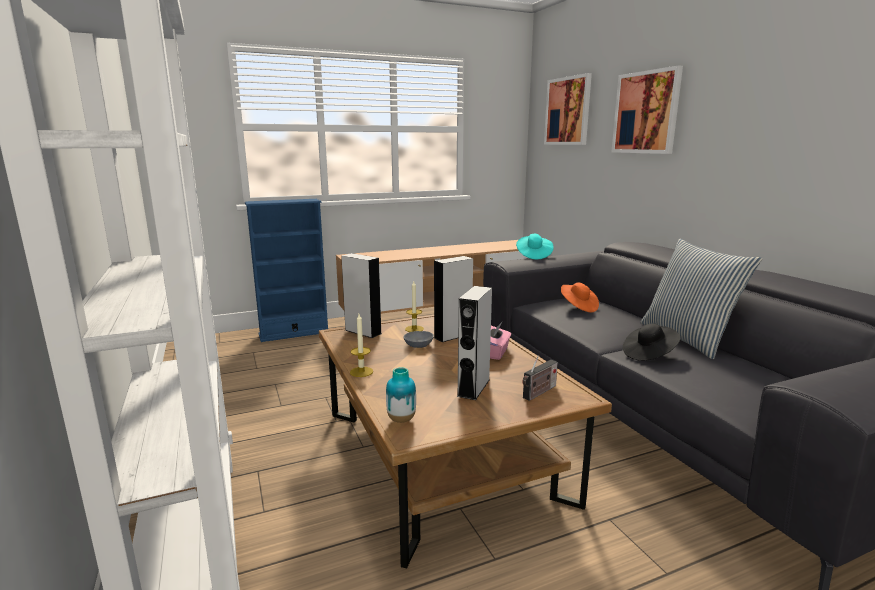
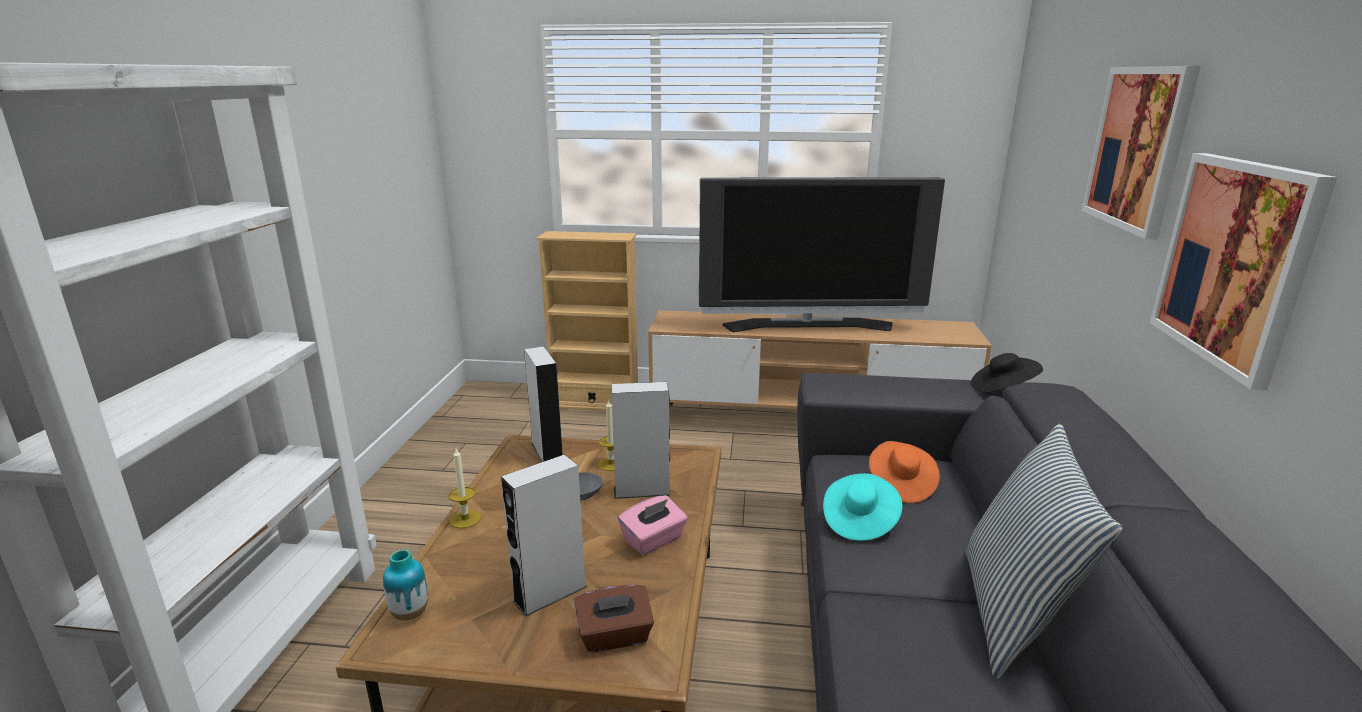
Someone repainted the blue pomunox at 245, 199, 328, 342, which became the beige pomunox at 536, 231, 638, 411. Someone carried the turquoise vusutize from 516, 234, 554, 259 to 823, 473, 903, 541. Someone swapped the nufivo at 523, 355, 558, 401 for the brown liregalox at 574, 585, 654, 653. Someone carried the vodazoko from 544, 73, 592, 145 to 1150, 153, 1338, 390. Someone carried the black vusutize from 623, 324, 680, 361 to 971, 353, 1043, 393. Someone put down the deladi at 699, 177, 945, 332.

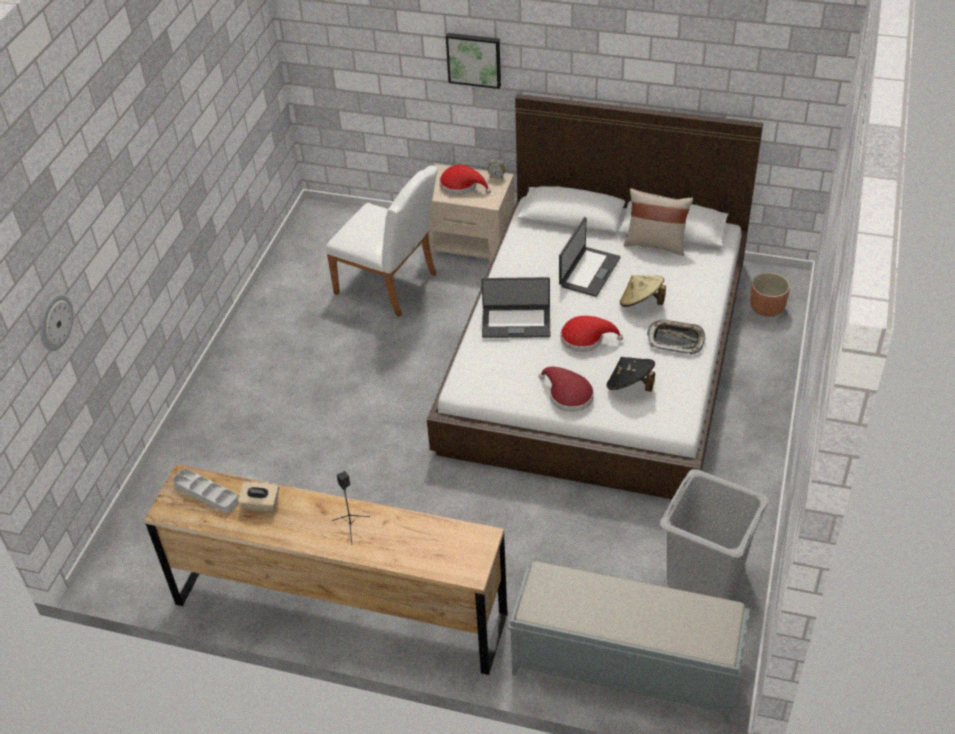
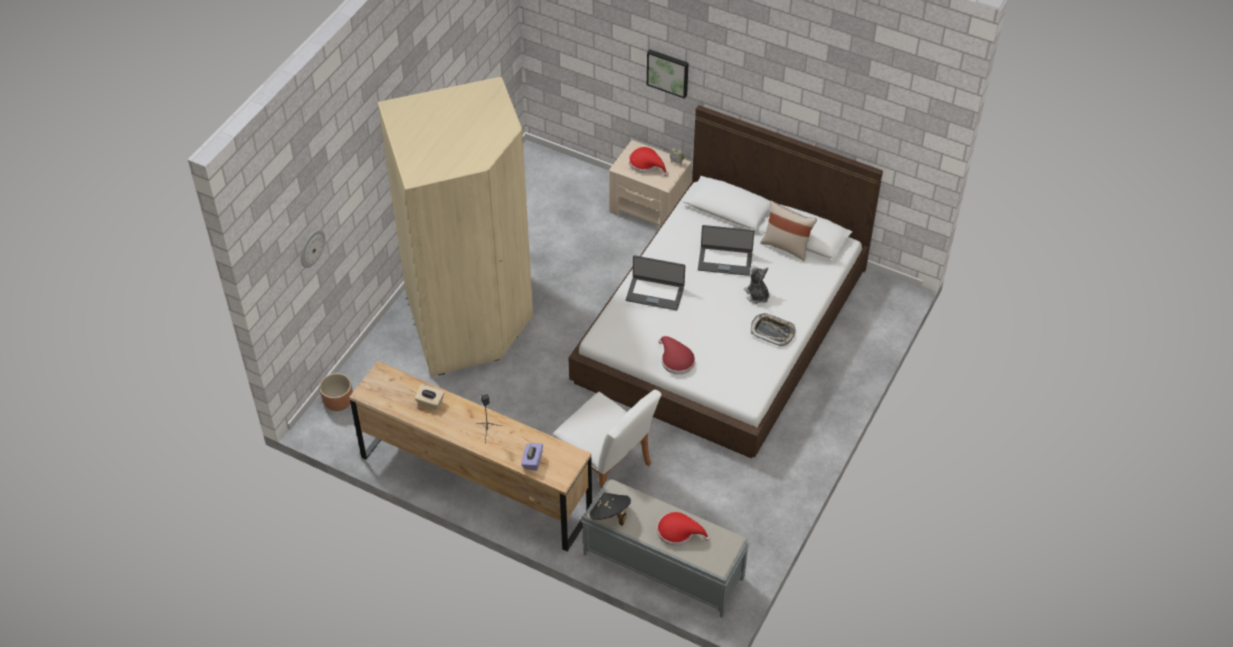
Someone took away the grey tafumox at 173, 469, 238, 513. Someone carried the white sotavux from 326, 165, 438, 317 to 552, 389, 662, 489. Someone rotated the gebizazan at 559, 217, 621, 297 by 60 degrees clockwise. Someone carried the red vusutize from 561, 316, 623, 352 to 657, 512, 710, 546. Someone carried the black vusutize from 607, 357, 655, 392 to 589, 493, 631, 526. Someone swapped the beige vusutize at 620, 275, 666, 307 for the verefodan at 744, 266, 769, 304. Someone took away the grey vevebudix at 660, 469, 770, 599. Someone carried the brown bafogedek from 750, 272, 790, 317 to 319, 373, 353, 411. Someone put down the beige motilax at 378, 77, 533, 376. Someone put down the purple liregalox at 521, 443, 543, 471.

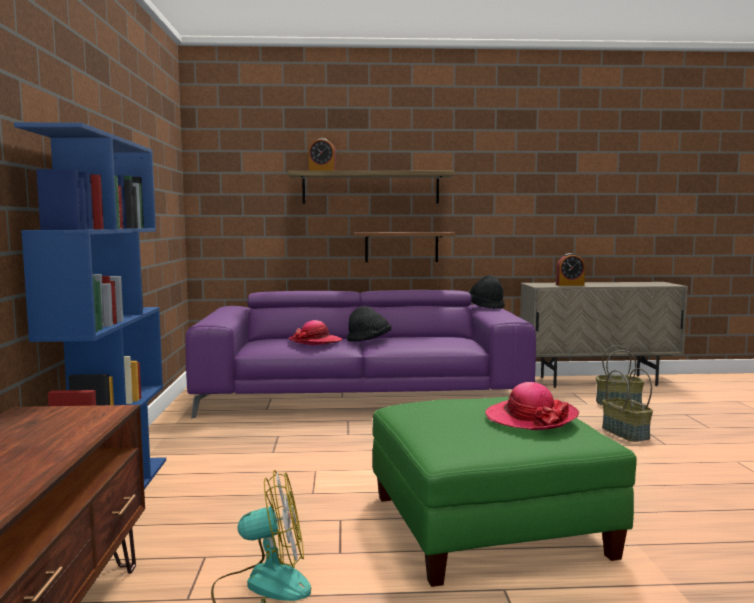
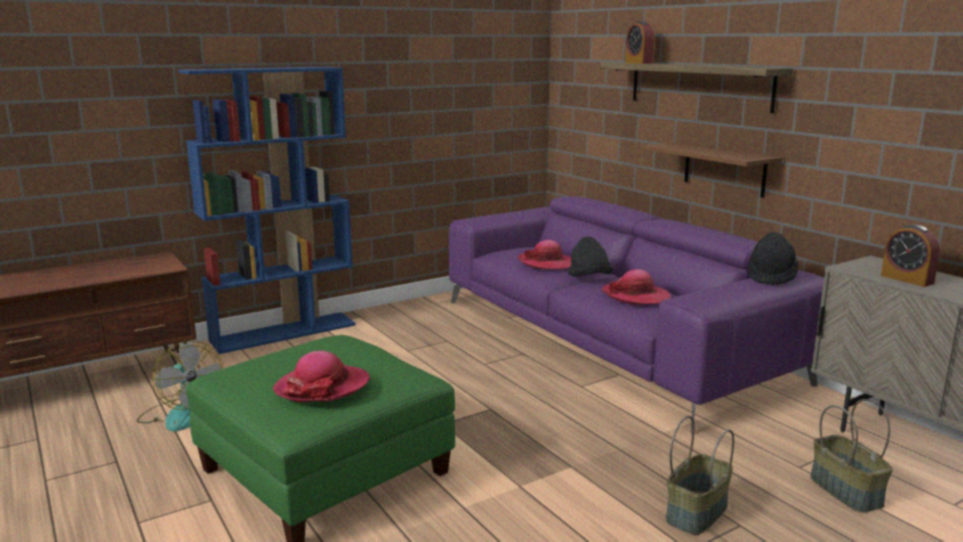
Someone put down the vusutize at 602, 269, 671, 305.

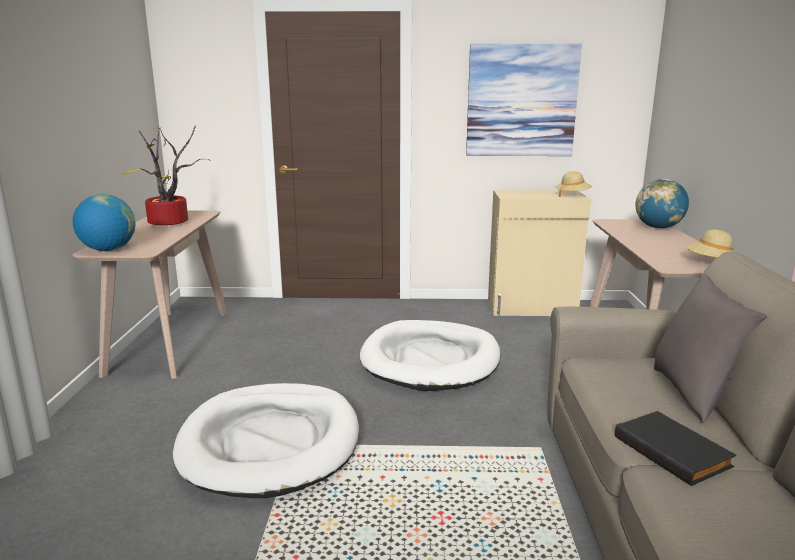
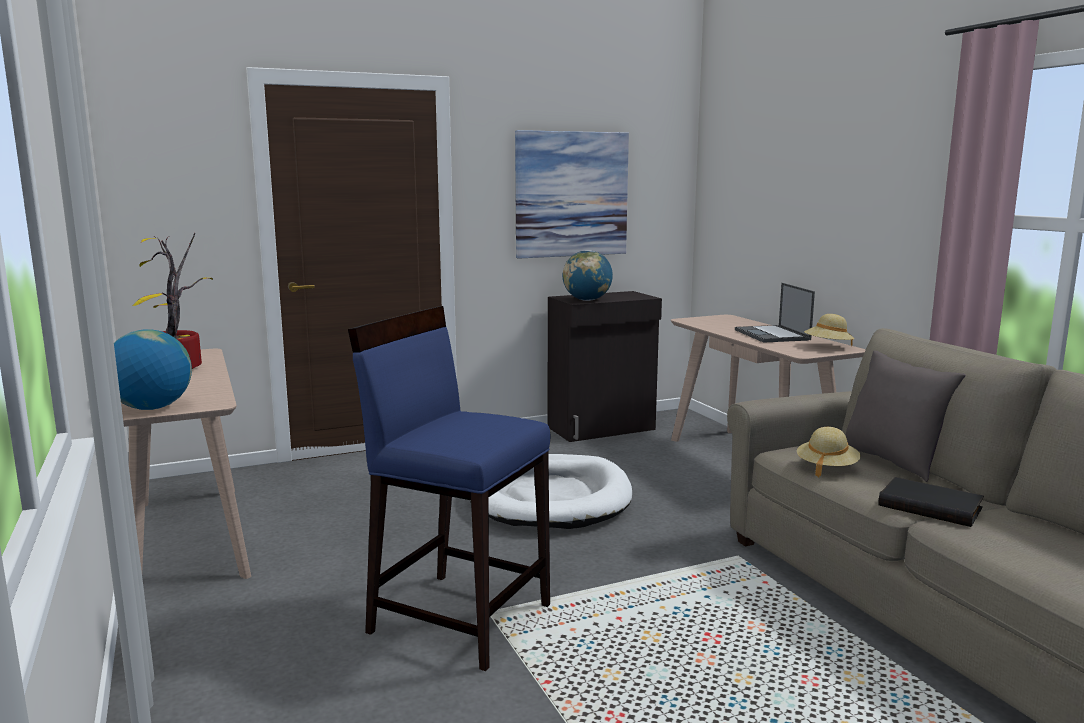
Someone swapped the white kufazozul at 173, 383, 359, 498 for the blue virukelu at 348, 306, 550, 671. Someone repainted the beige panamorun at 488, 190, 591, 316, which became the black panamorun at 548, 291, 662, 442. Someone carried the beige vusutize from 555, 171, 592, 197 to 797, 427, 861, 477. Someone carried the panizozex from 635, 179, 689, 229 to 563, 250, 613, 301. Someone put down the gebizazan at 735, 283, 815, 343.

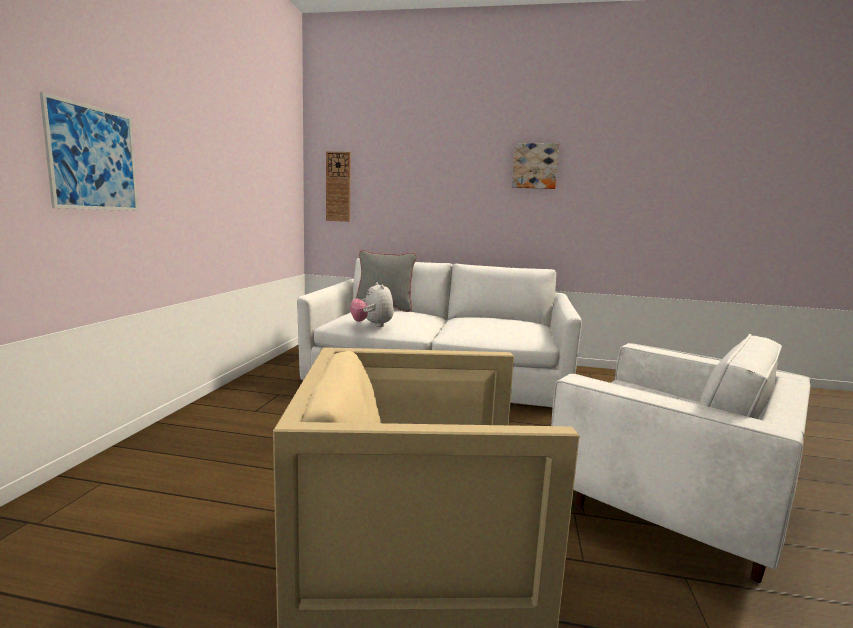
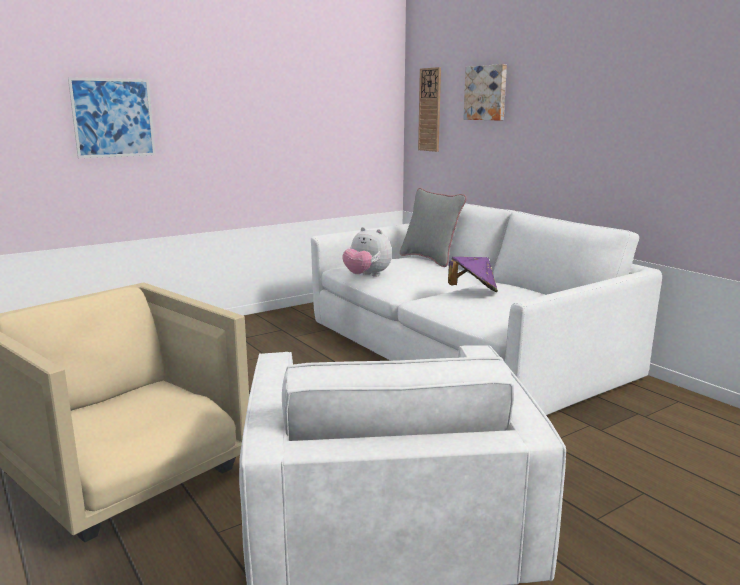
Someone rotated the verefodan at 350, 282, 394, 327 by 75 degrees counterclockwise. Someone carried the vodazoko from 512, 143, 559, 189 to 463, 64, 507, 121. Someone put down the purple vusutize at 448, 257, 498, 292.

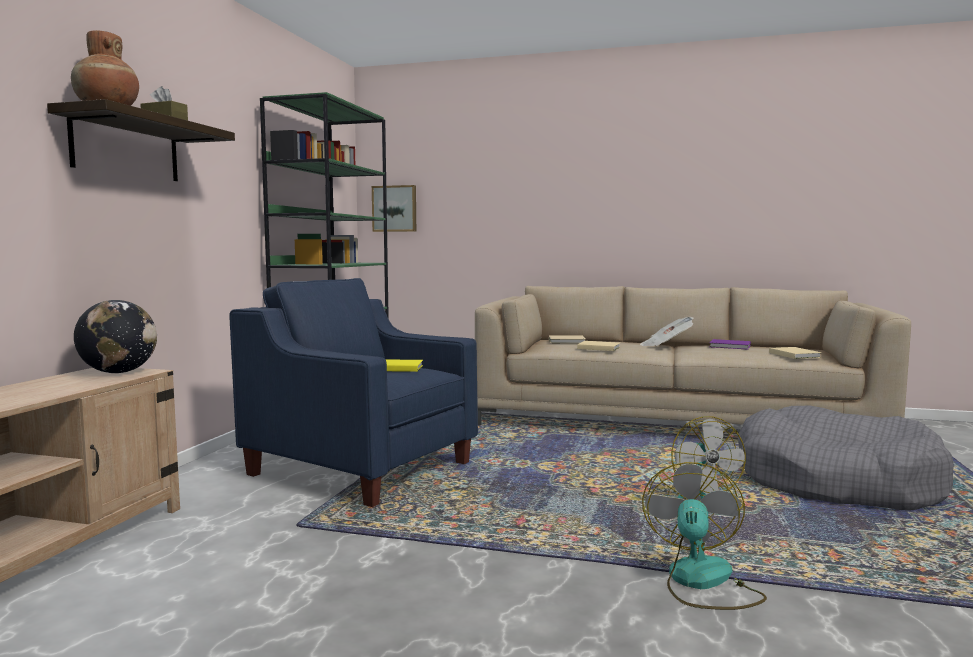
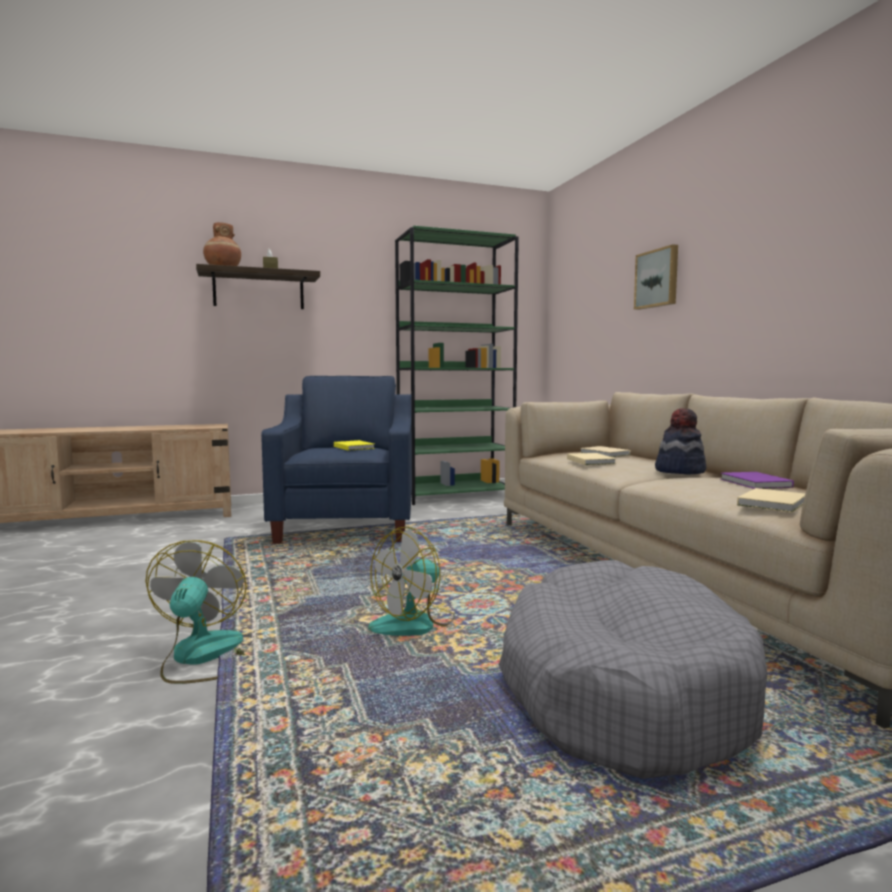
Someone took away the panizozex at 74, 300, 157, 373. Someone carried the vodazoko from 372, 185, 416, 232 to 634, 244, 678, 310. Someone swapped the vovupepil at 640, 317, 694, 346 for the vusutize at 655, 408, 706, 474. Someone rotated the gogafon at 642, 462, 767, 610 by 75 degrees counterclockwise.

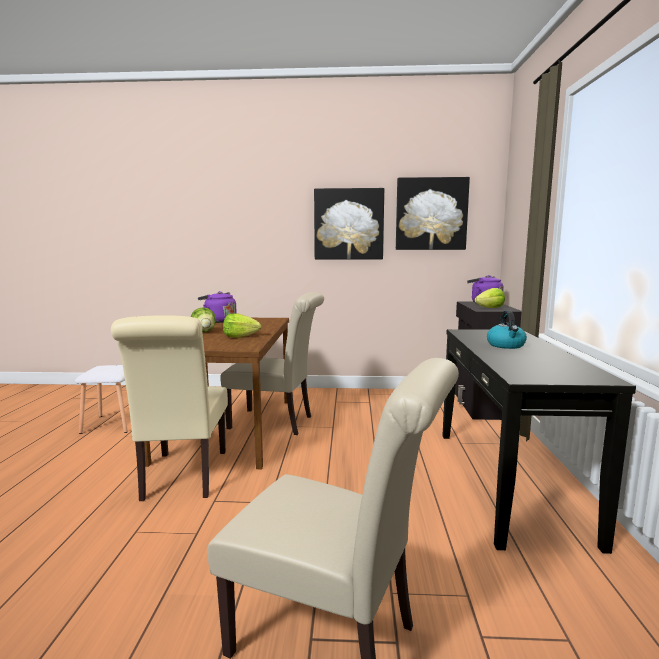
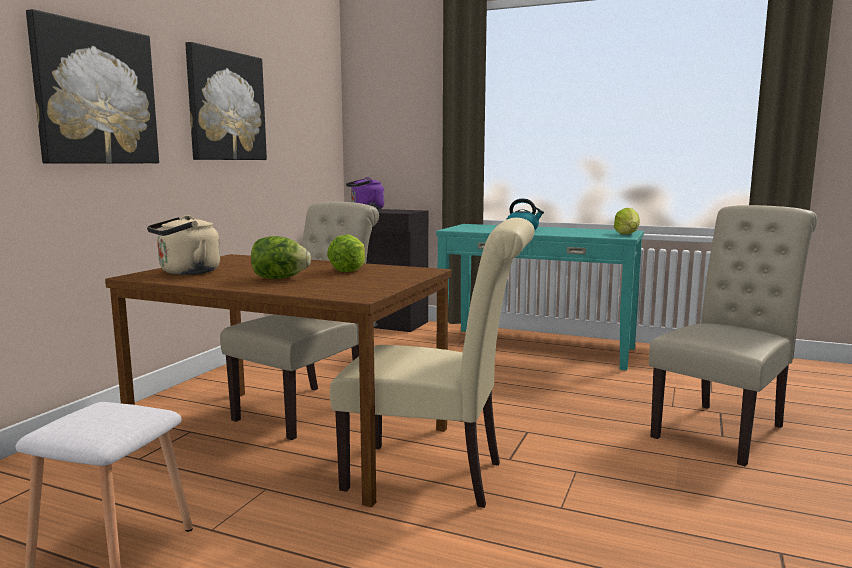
Someone repainted the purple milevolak at 198, 291, 237, 323, which became the beige milevolak at 147, 215, 220, 275. Someone carried the vodazoko from 396, 177, 470, 250 to 26, 9, 159, 164. Someone repainted the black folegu at 442, 329, 636, 554, which became the turquoise folegu at 436, 224, 644, 370. Someone carried the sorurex from 474, 288, 505, 308 to 614, 208, 640, 234.

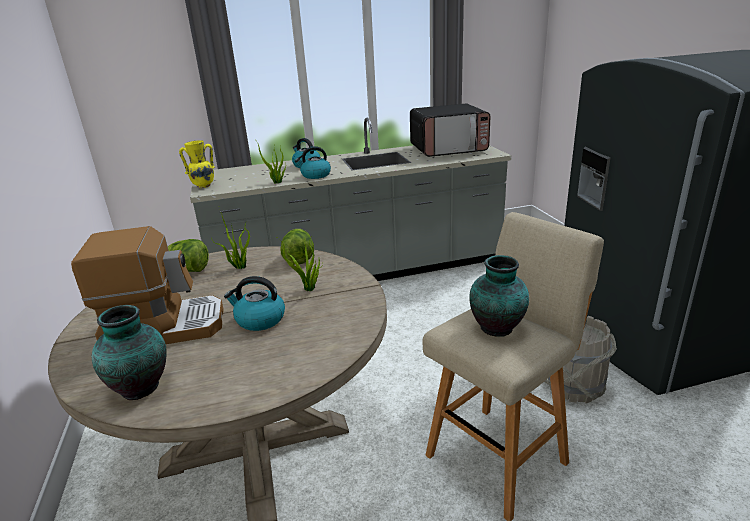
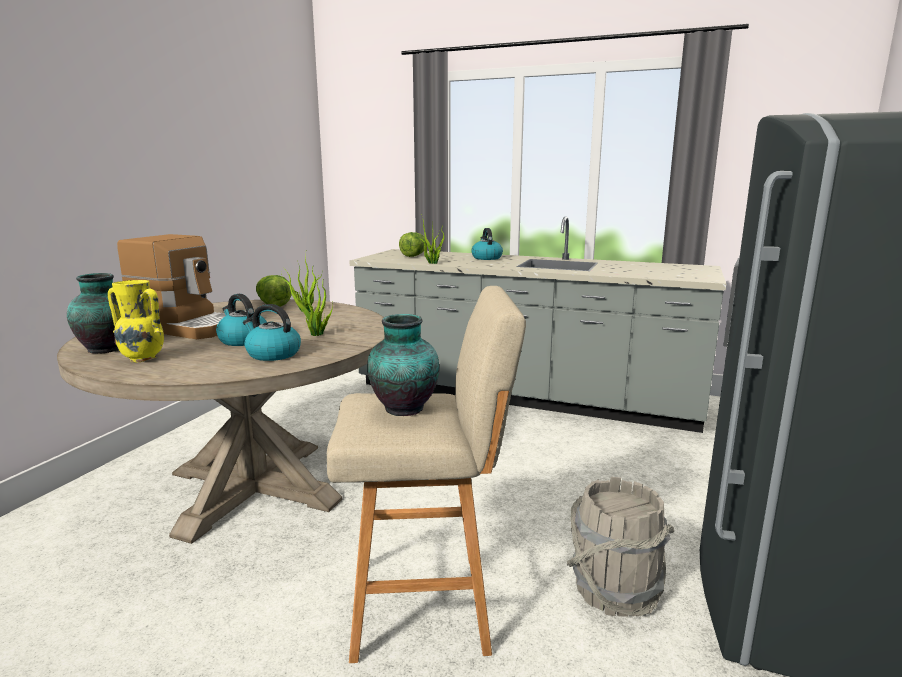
Someone carried the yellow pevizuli from 179, 140, 215, 188 to 108, 280, 164, 362. Someone carried the sorurex from 281, 229, 314, 265 to 399, 232, 427, 257. Someone carried the milevolak from 295, 146, 331, 179 to 243, 304, 301, 361. Someone took away the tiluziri at 410, 104, 490, 157.

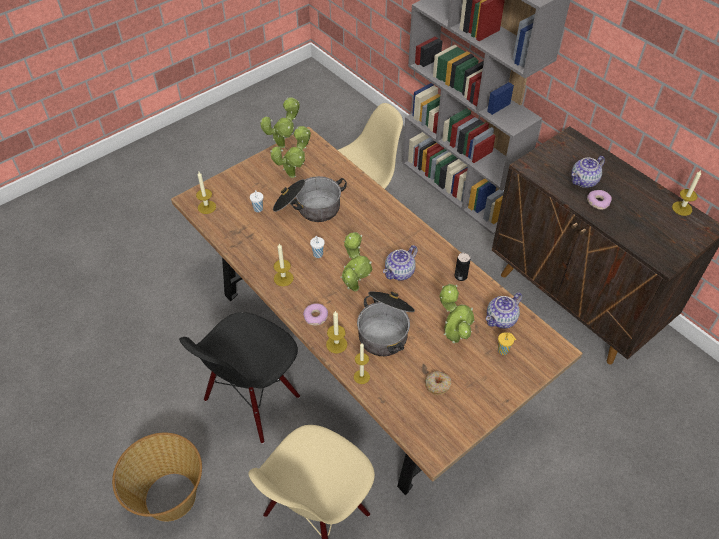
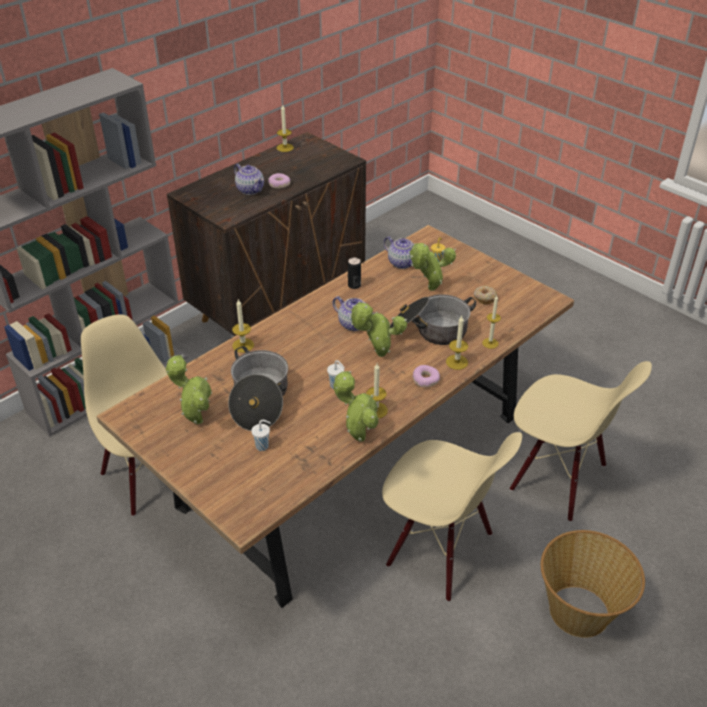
Someone repainted the black sotavux at 179, 312, 300, 444, which became the beige sotavux at 382, 432, 522, 602. Someone carried the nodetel from 196, 172, 216, 214 to 232, 299, 254, 353. Someone carried the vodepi from 260, 98, 300, 148 to 334, 371, 379, 442.

